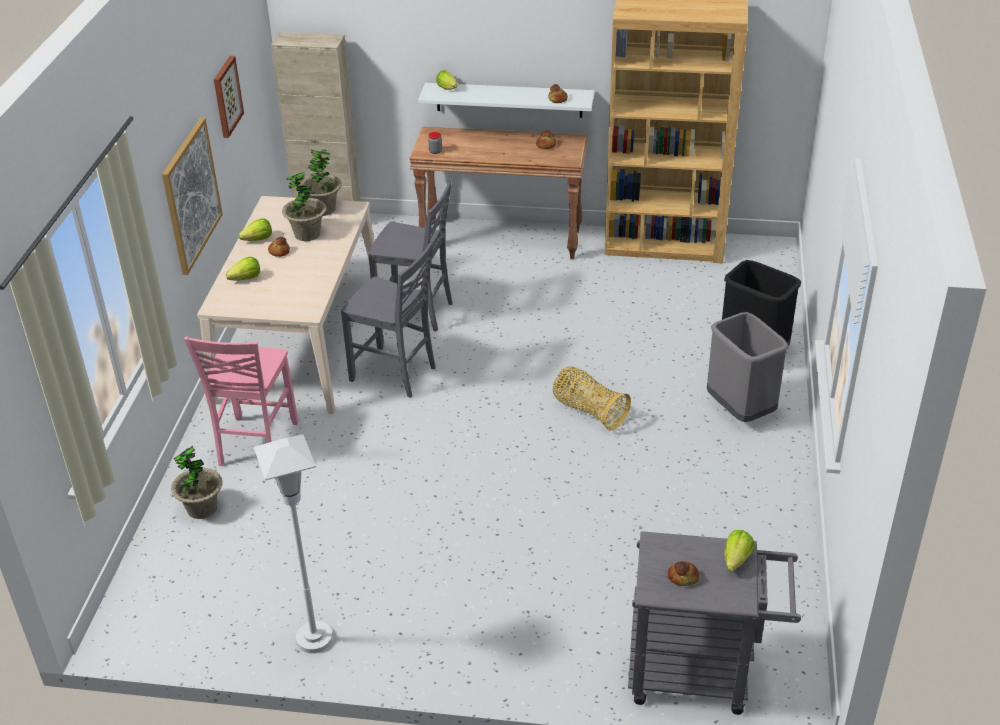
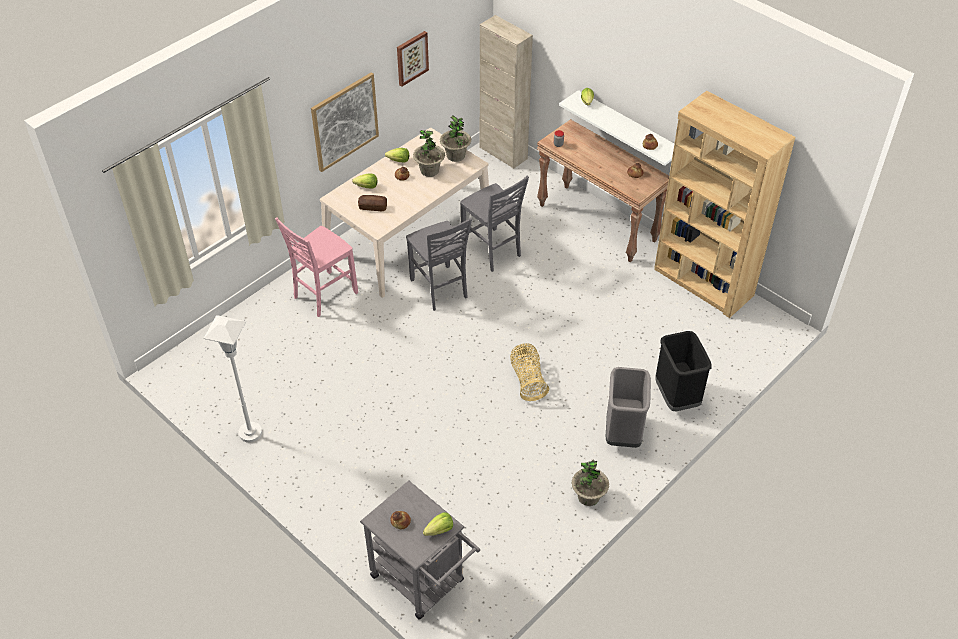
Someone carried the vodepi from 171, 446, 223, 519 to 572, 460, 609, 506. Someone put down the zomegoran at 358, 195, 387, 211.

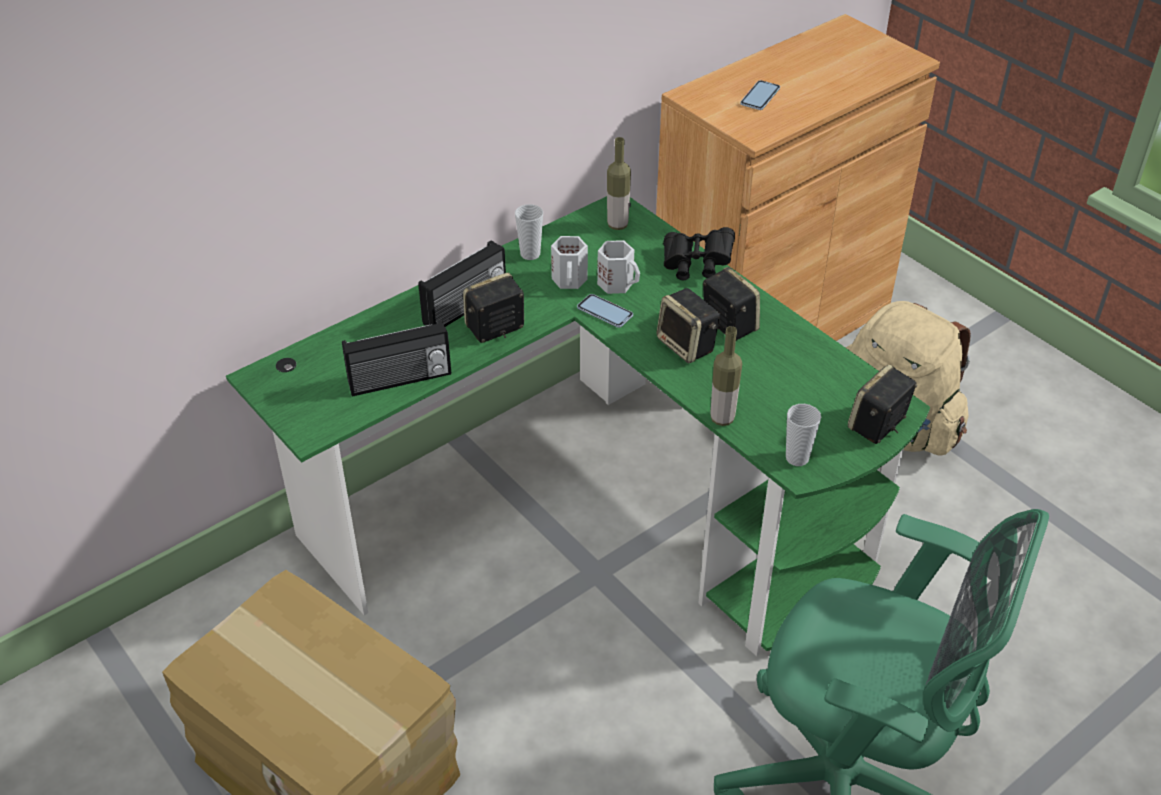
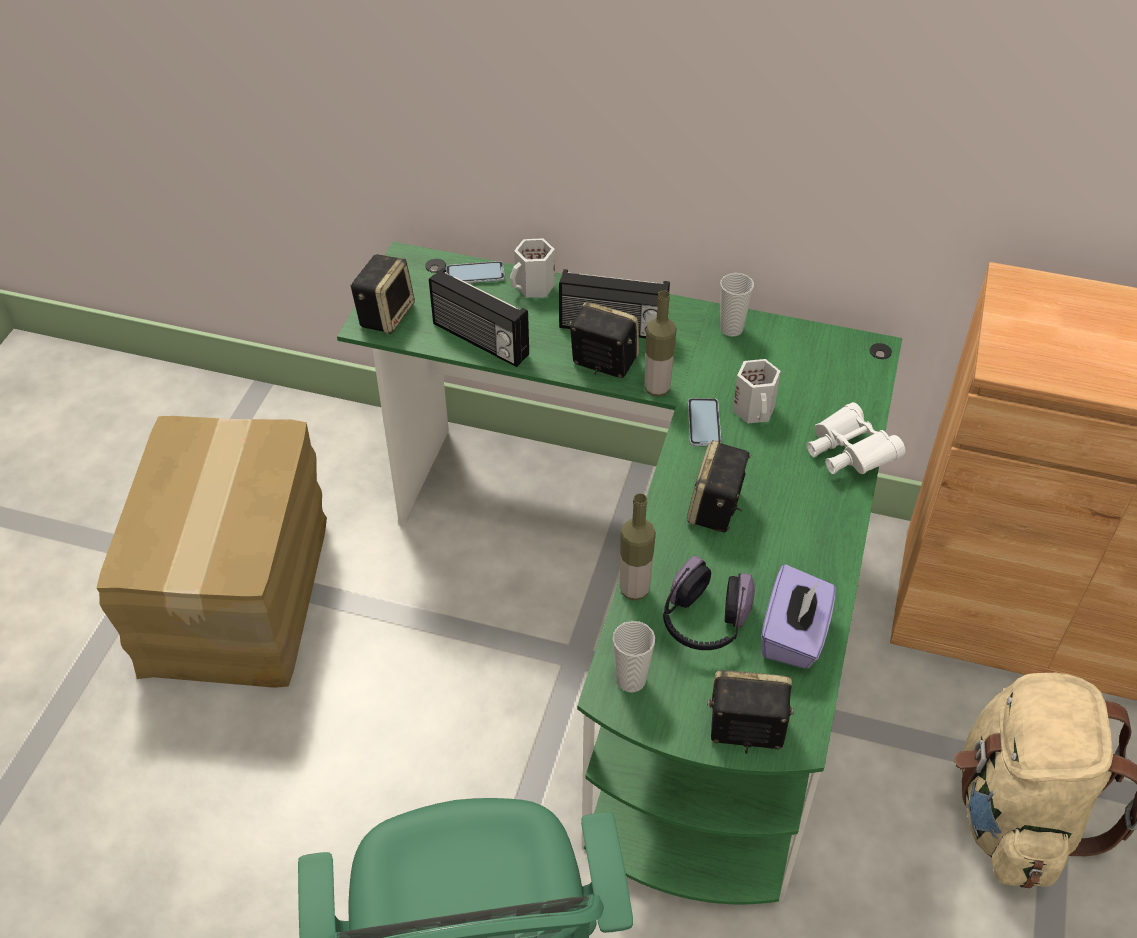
Someone carried the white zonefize from 551, 236, 588, 289 to 510, 238, 555, 298. Someone carried the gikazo from 607, 137, 631, 230 to 644, 290, 677, 397. Someone repainted the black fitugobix at 663, 227, 735, 280, which became the white fitugobix at 807, 402, 906, 474. Someone carried the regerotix from 703, 267, 760, 340 to 350, 254, 415, 334. Someone carried the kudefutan from 740, 80, 780, 110 to 446, 261, 505, 283. Someone put down the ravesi at 663, 556, 755, 650. Someone put down the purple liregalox at 761, 564, 836, 669.

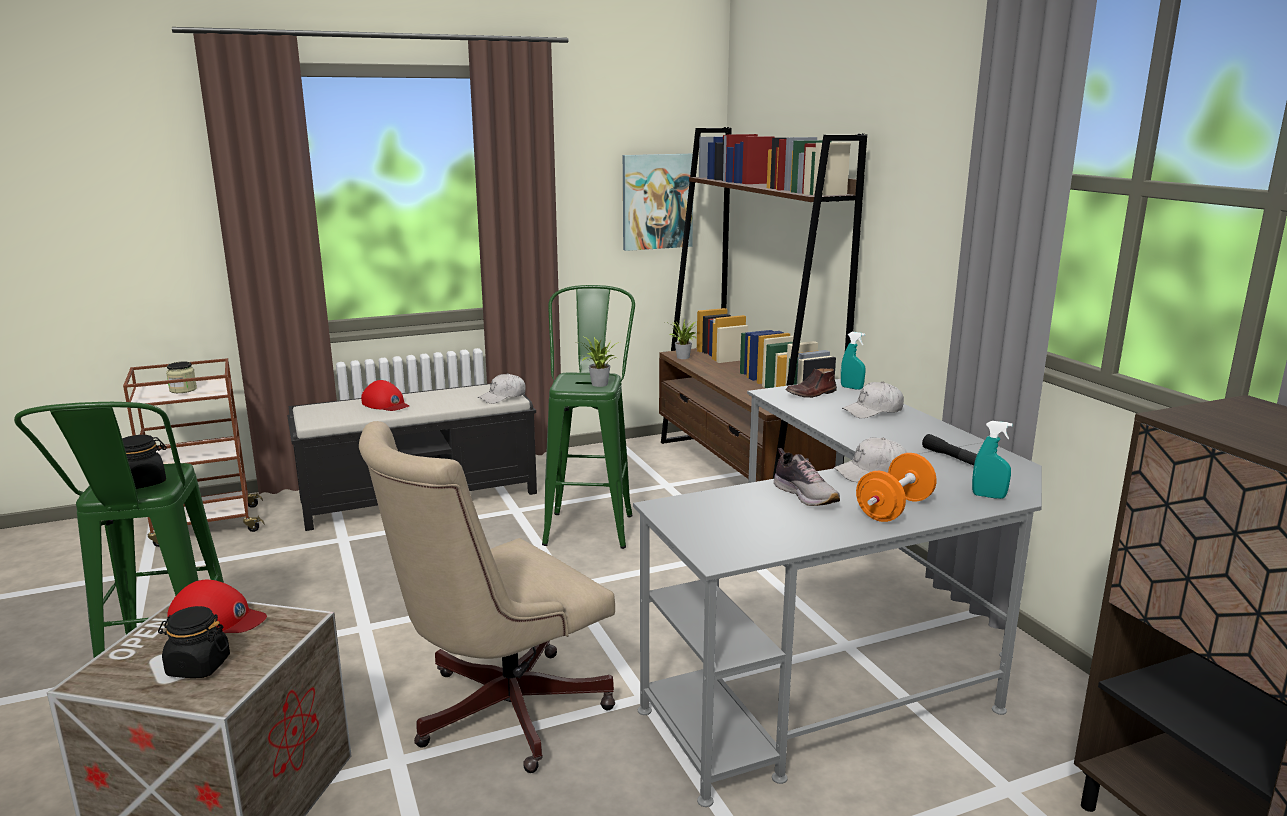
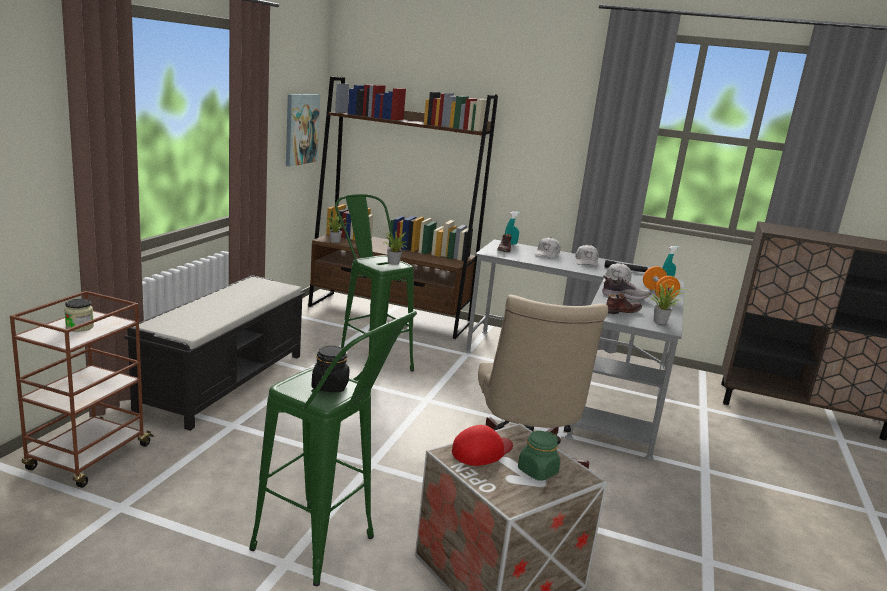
Someone repainted the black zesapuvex at 158, 606, 230, 678, which became the green zesapuvex at 518, 431, 560, 481. Someone took away the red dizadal at 361, 380, 409, 411. Someone carried the white dizadal from 478, 373, 526, 404 to 575, 245, 599, 267. Someone put down the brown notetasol at 606, 294, 642, 314. Someone put down the vodepi at 650, 282, 685, 324.

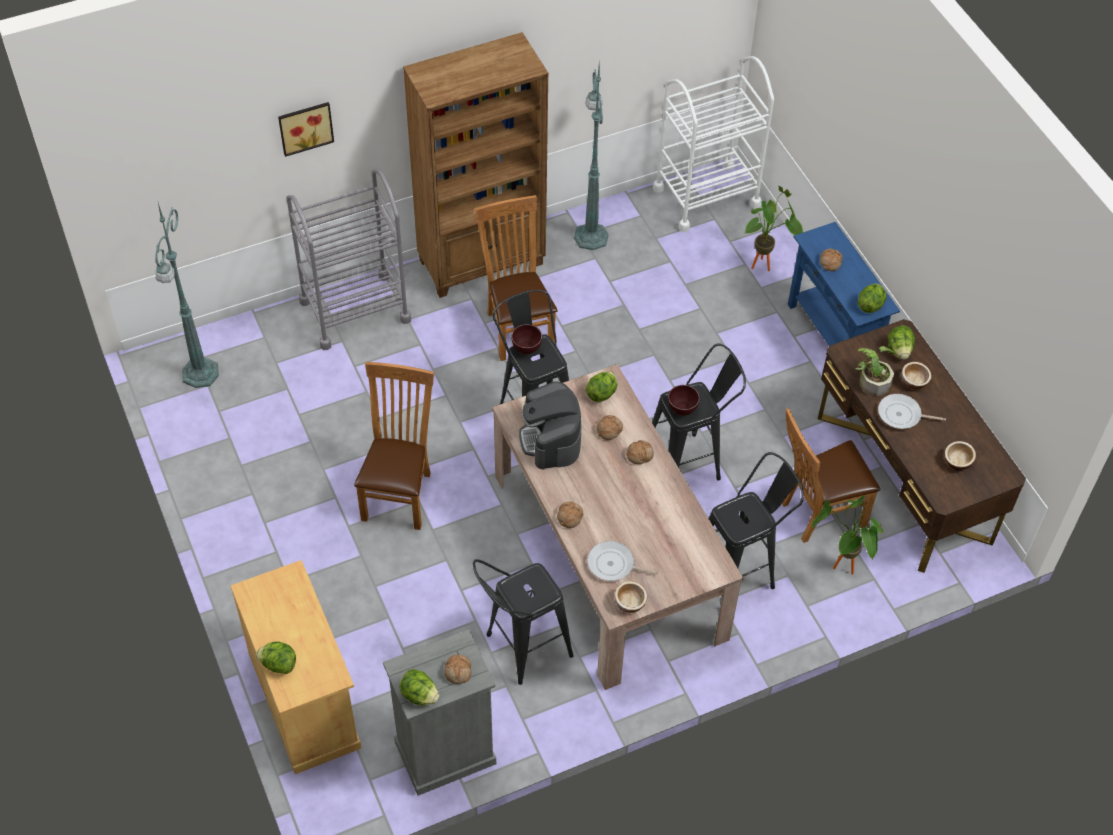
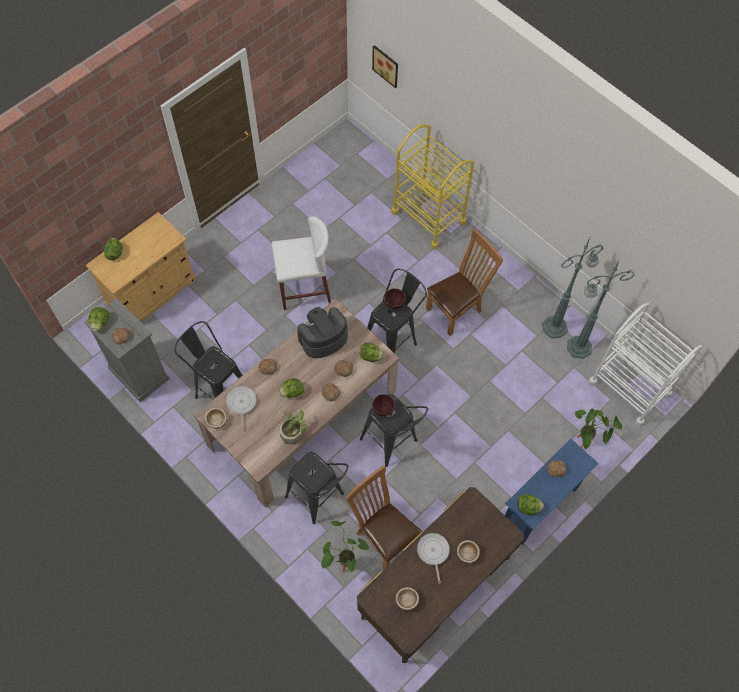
Someone carried the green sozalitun from 155, 203, 219, 388 to 567, 259, 634, 359. Someone carried the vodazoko from 278, 102, 334, 157 to 372, 45, 398, 88. Someone repainted the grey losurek at 286, 169, 411, 350, which became the yellow losurek at 391, 124, 474, 249. Someone swapped the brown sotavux at 354, 362, 434, 530 for the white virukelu at 272, 216, 331, 310. Someone took away the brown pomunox at 403, 32, 548, 298. Someone carried the vodepi from 855, 346, 895, 397 to 279, 410, 307, 445. Someone carried the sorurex from 888, 325, 915, 360 to 279, 378, 304, 398.

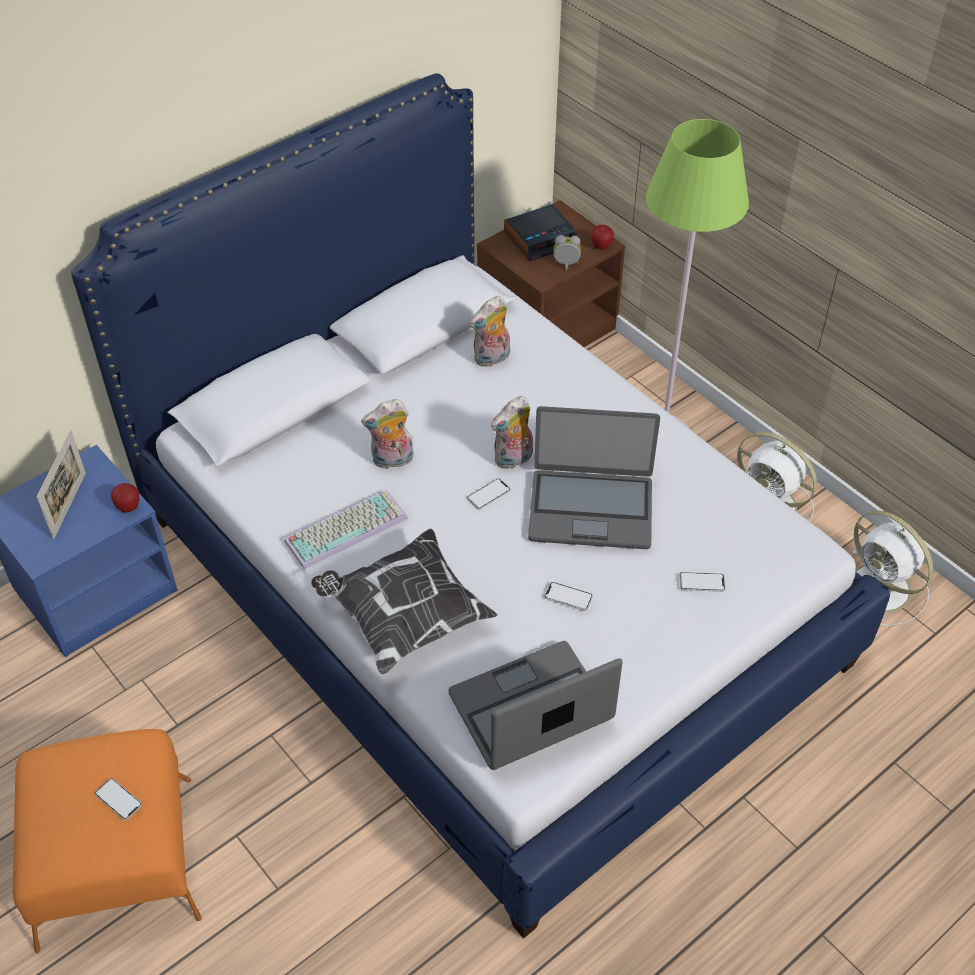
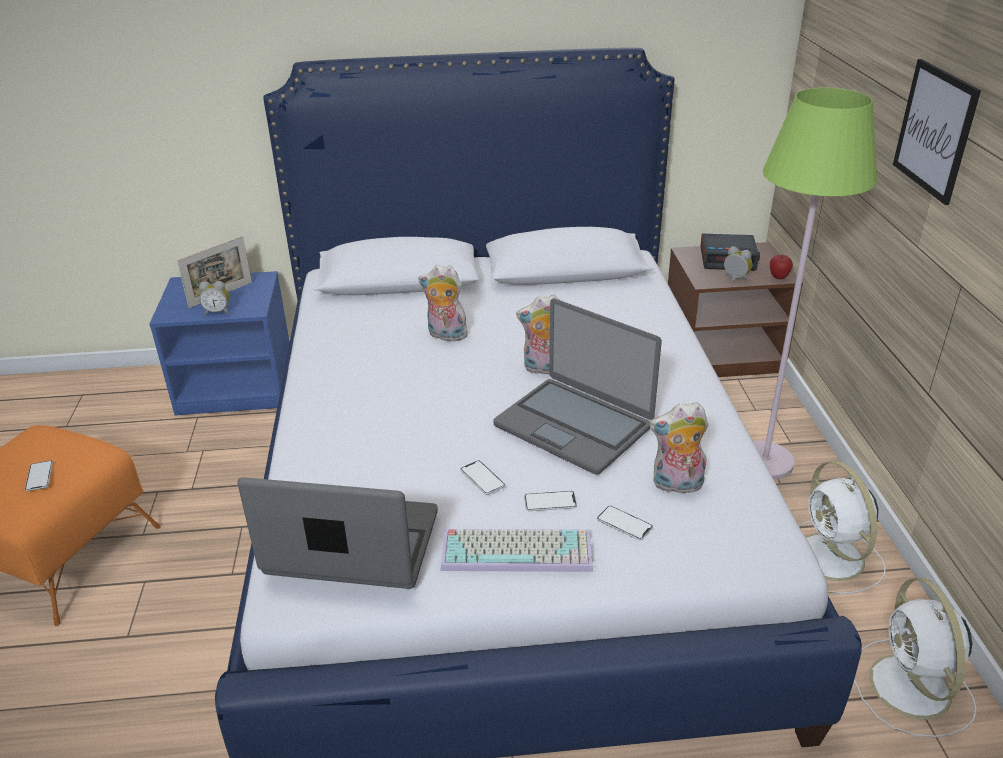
Someone took away the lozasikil at 111, 483, 140, 513. Someone carried the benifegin from 284, 490, 408, 569 to 440, 529, 593, 572. Someone took away the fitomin at 311, 529, 497, 674. Someone carried the kudefutan from 467, 478, 511, 509 to 524, 491, 577, 511. Someone carried the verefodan from 470, 296, 510, 367 to 649, 402, 709, 493. Someone put down the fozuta at 199, 281, 229, 315. Someone put up the vodazoko at 893, 59, 981, 205.

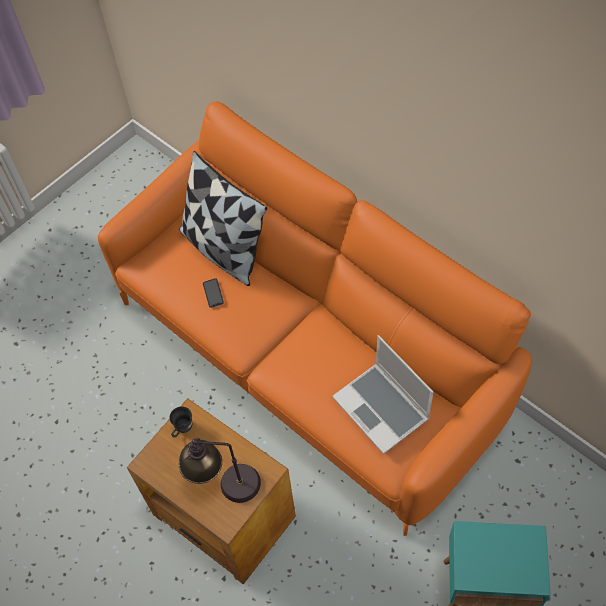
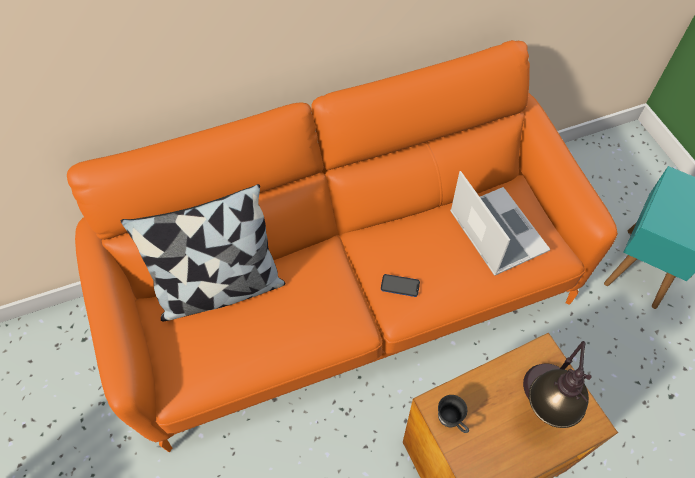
Someone carried the kudefutan from 203, 278, 224, 308 to 381, 274, 420, 297. Someone rotated the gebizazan at 332, 335, 433, 454 by 105 degrees counterclockwise.

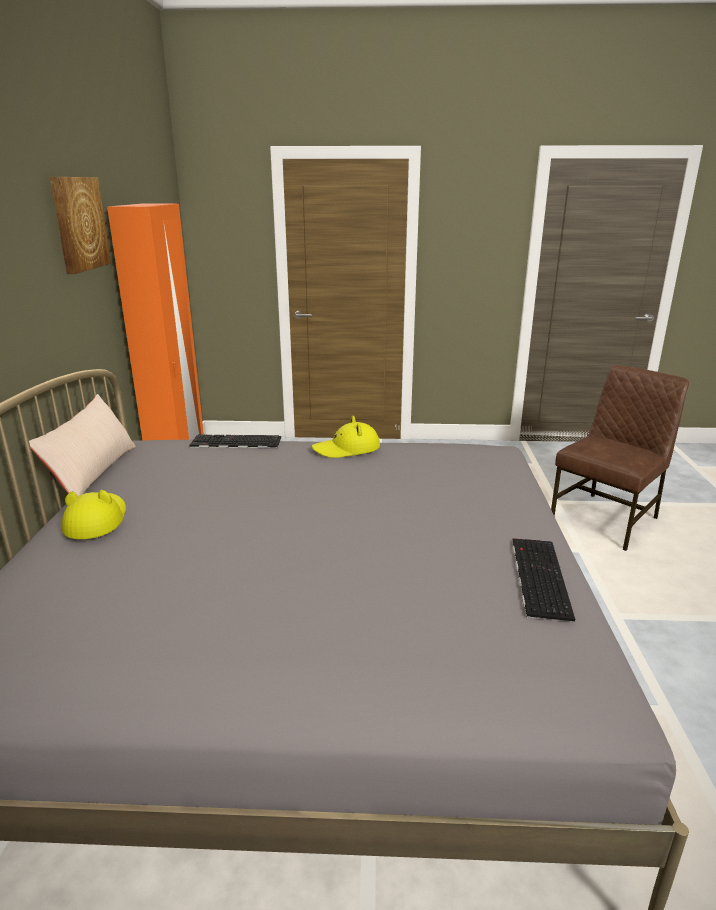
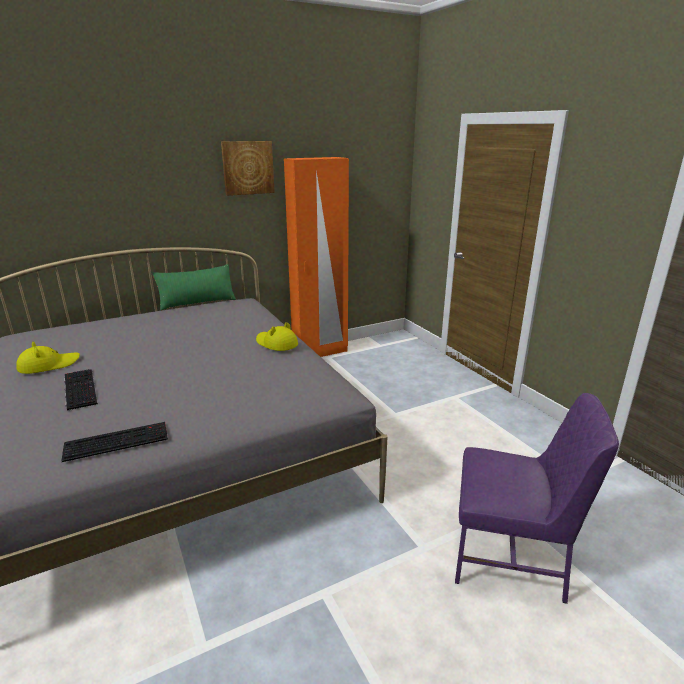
Someone repainted the beige fitomin at 29, 394, 136, 496, which became the green fitomin at 153, 264, 236, 311. Someone carried the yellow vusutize from 62, 490, 126, 539 to 16, 341, 80, 374. Someone carried the benifegin from 189, 434, 281, 448 to 64, 369, 98, 411. Someone repainted the brown sotavux at 551, 365, 689, 551, which became the purple sotavux at 455, 393, 619, 604.

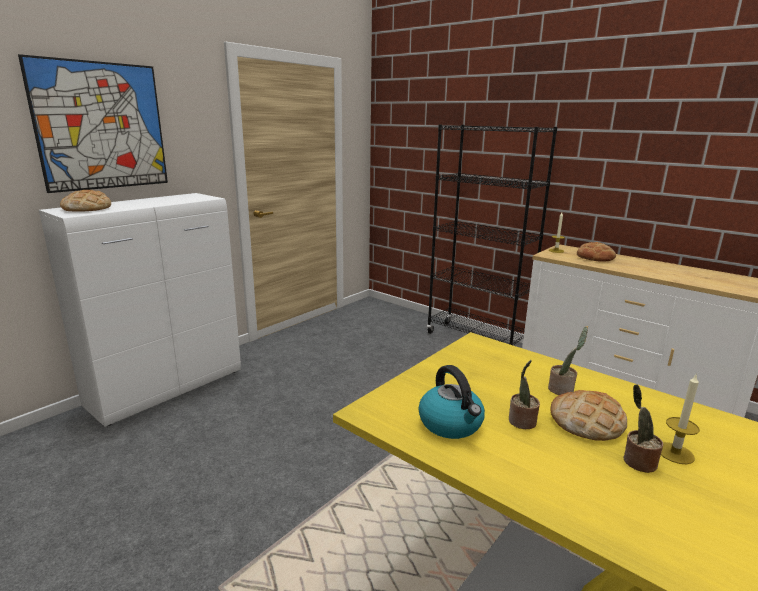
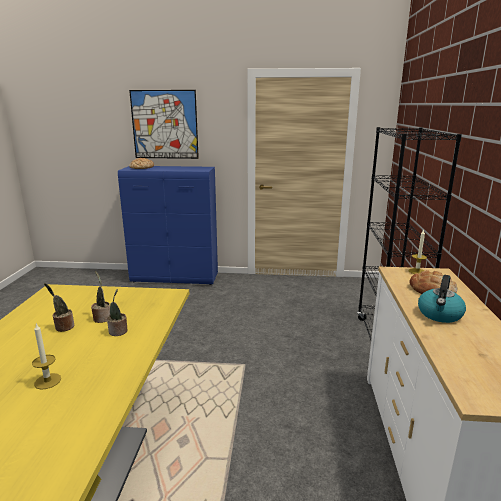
Someone repainted the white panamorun at 39, 193, 241, 427, which became the blue panamorun at 118, 166, 218, 285. Someone carried the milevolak from 418, 365, 485, 439 to 418, 275, 466, 323. Someone took away the zomegoran at 550, 390, 627, 441. Someone carried the vodepi from 623, 384, 663, 473 to 91, 271, 110, 323.

